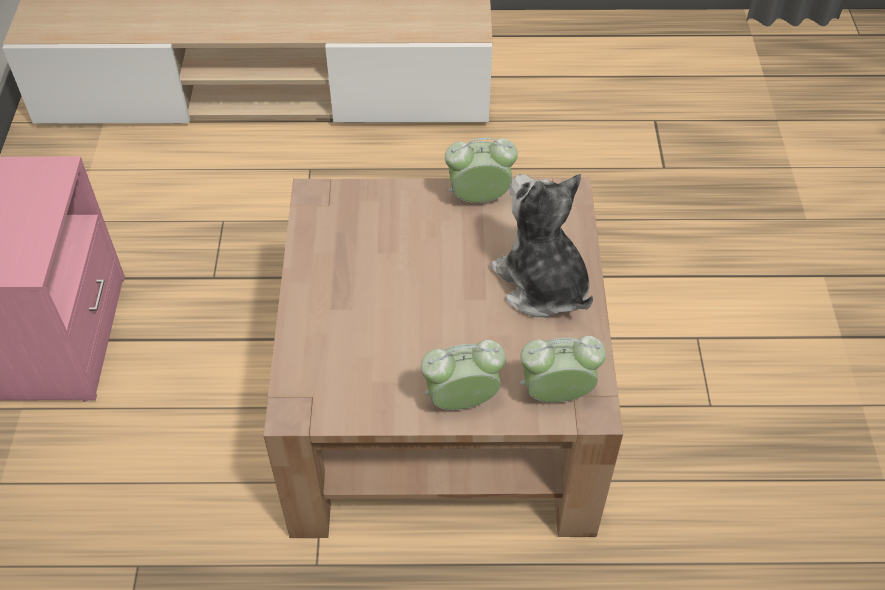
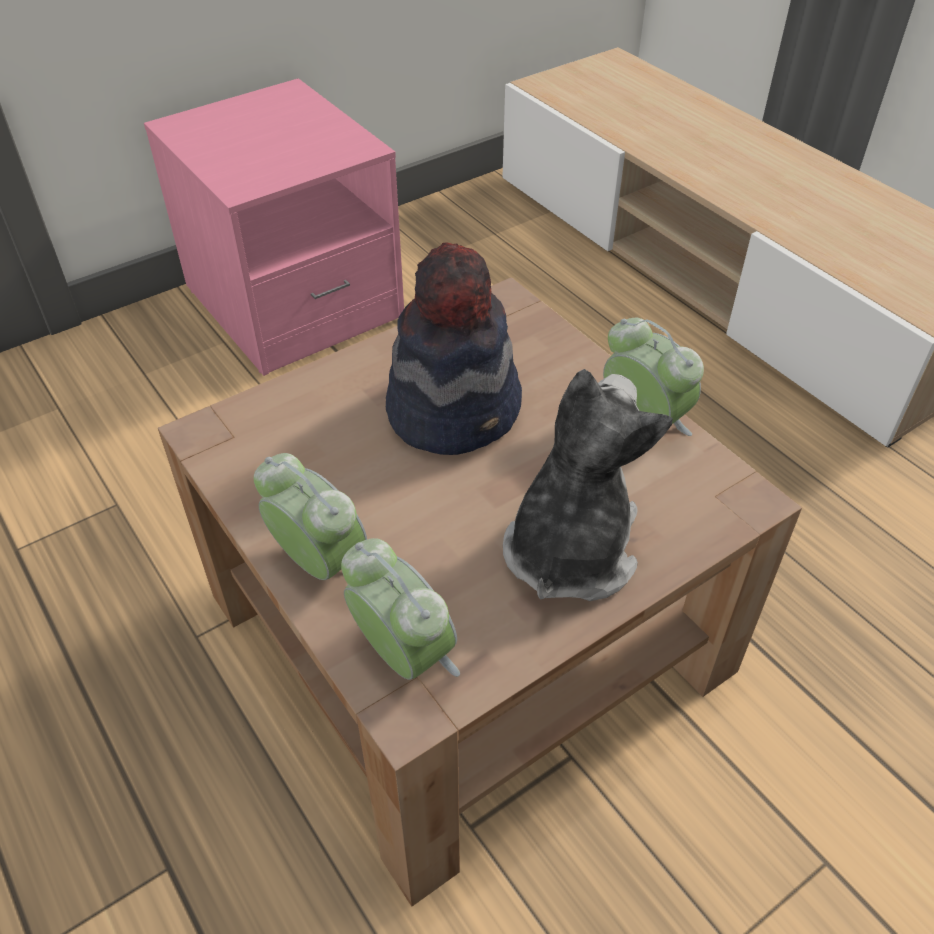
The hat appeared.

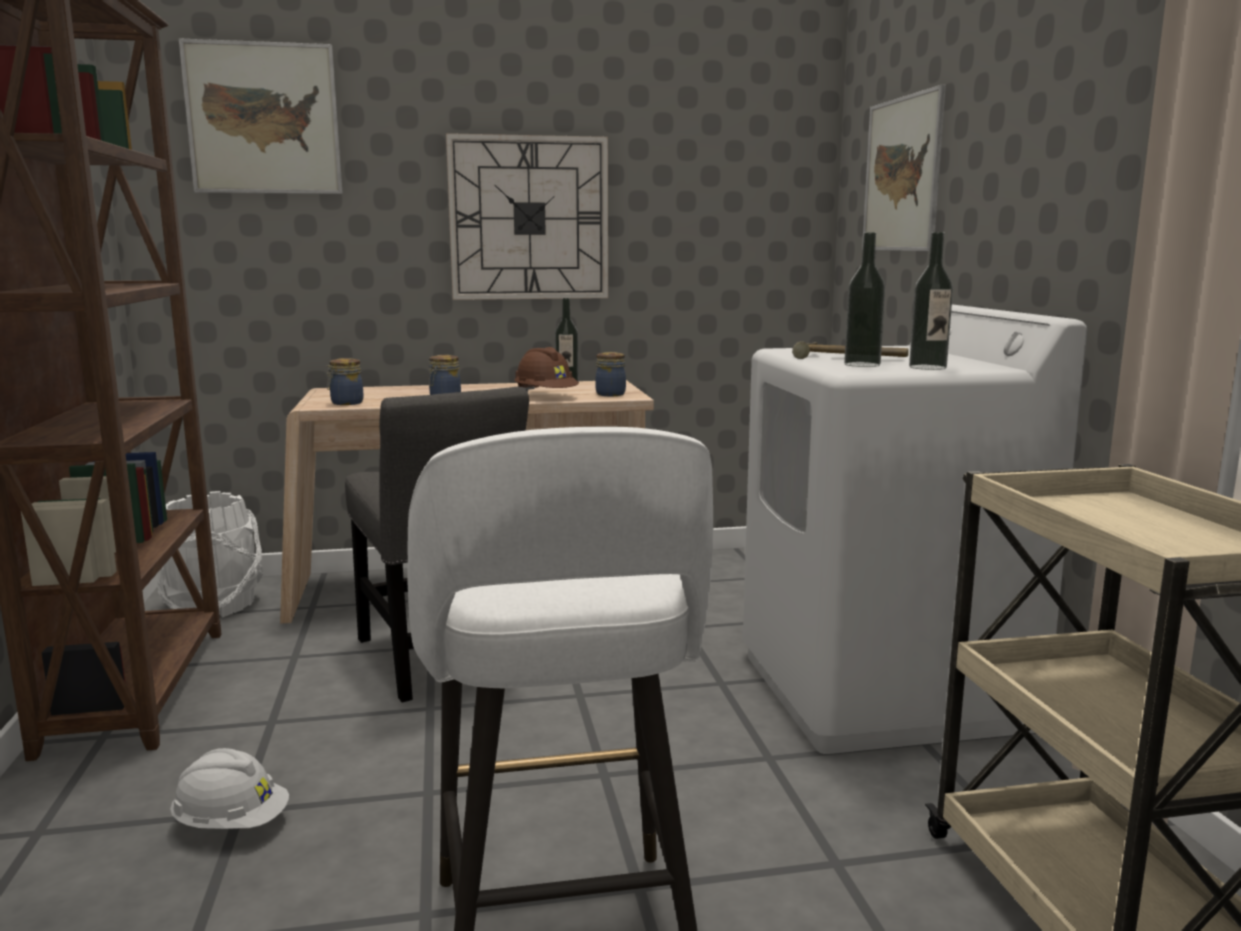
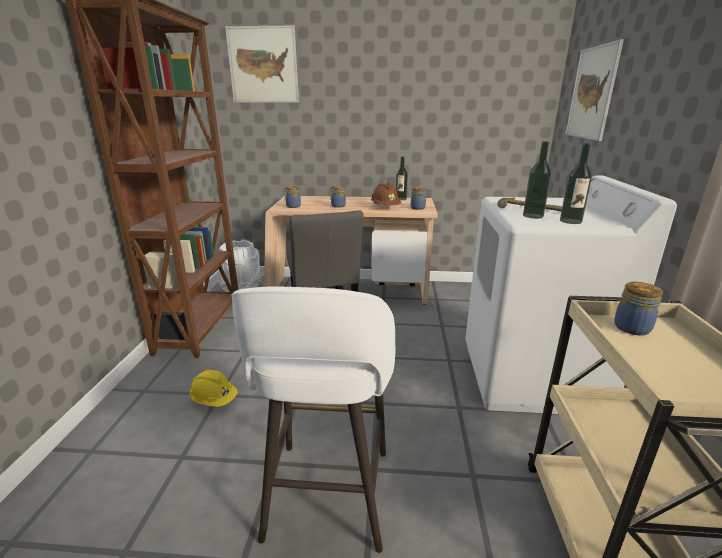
The white hard hat became the yellow hard hat.
The wall clock disappeared.
The jar (no. 4 from left) appeared.

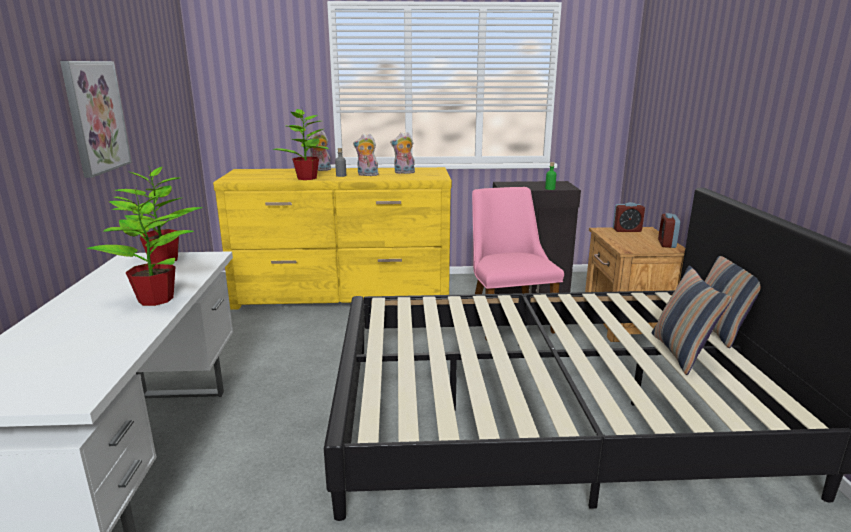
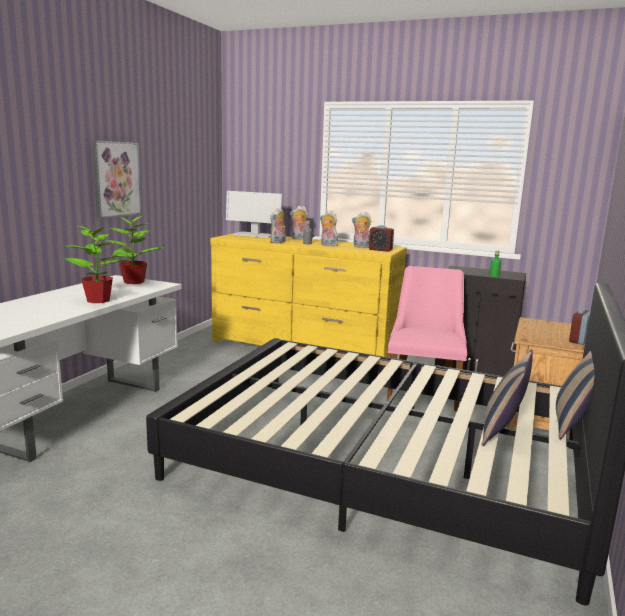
The potted plant (no. 3 from left) was replaced by the plush toy (no. 1 from left).
The alarm clock (no. 1 from left) moved.
The monitor appeared.

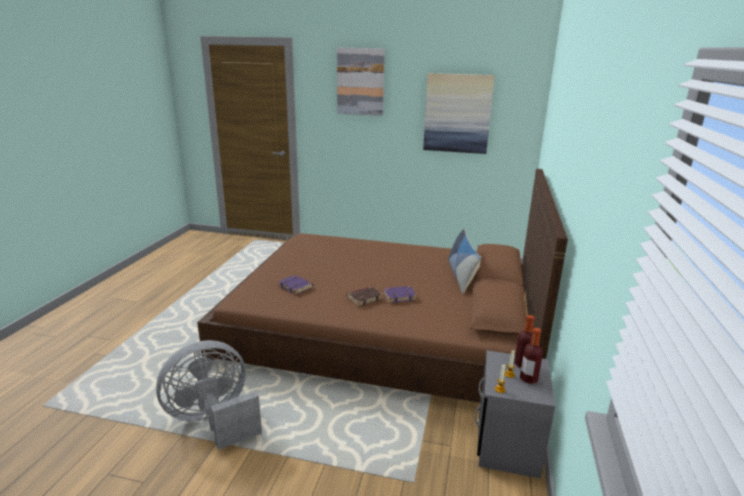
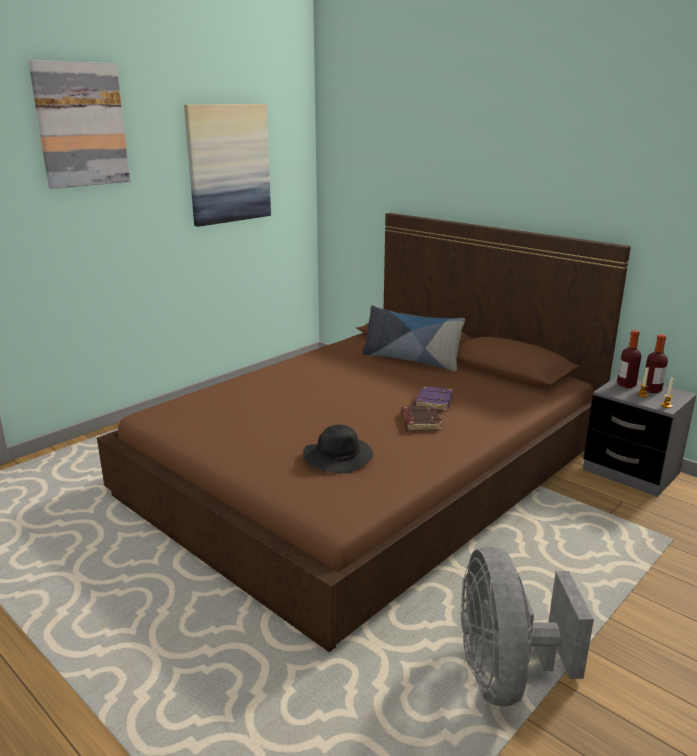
The purple book (no. 1 from left) was replaced by the black hat.

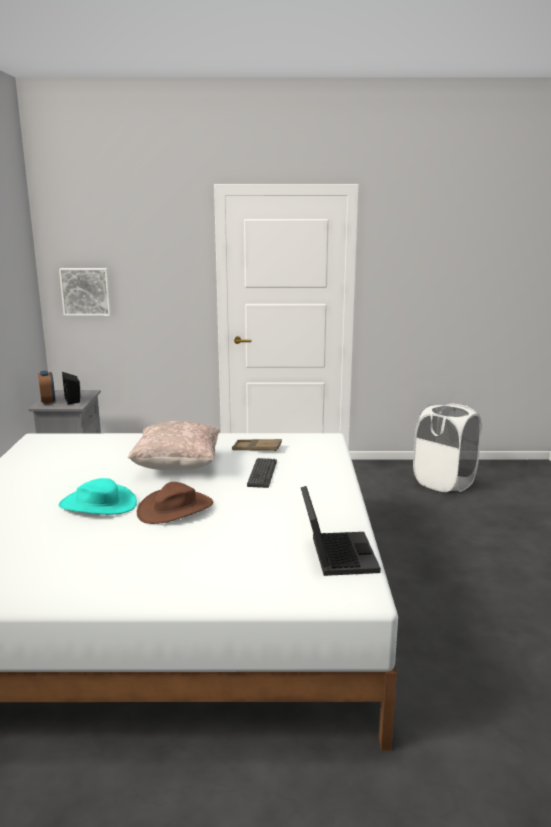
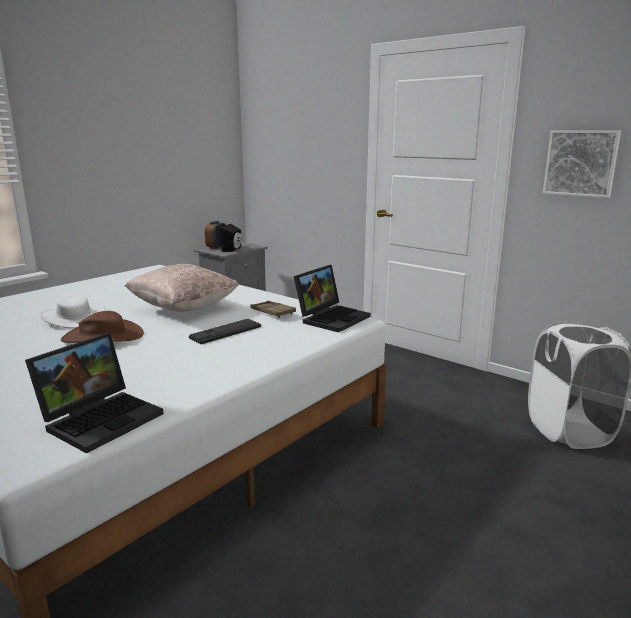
The picture moved.
The turquoise hat became the white hat.
The laptop (no. 2 from left) appeared.

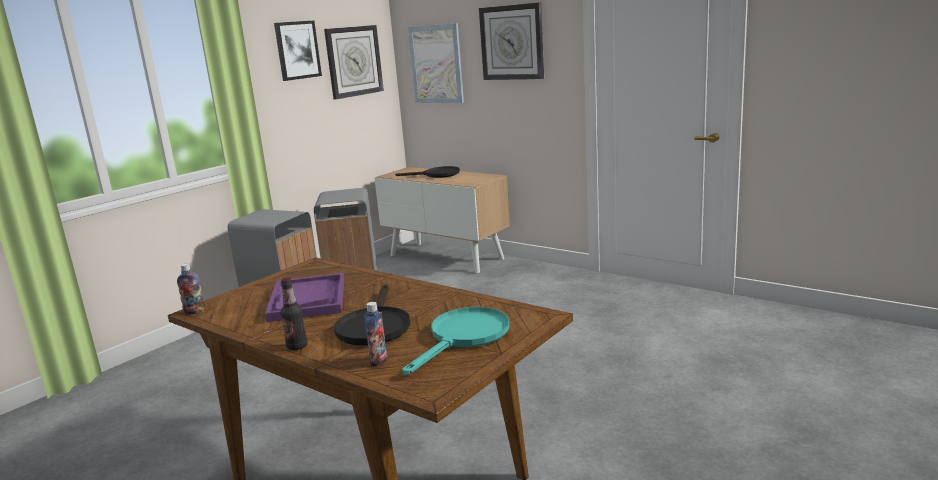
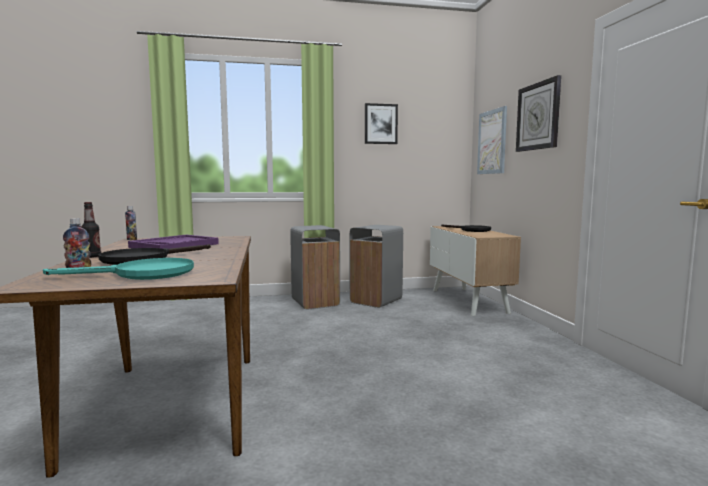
The wall clock (no. 1 from left) disappeared.

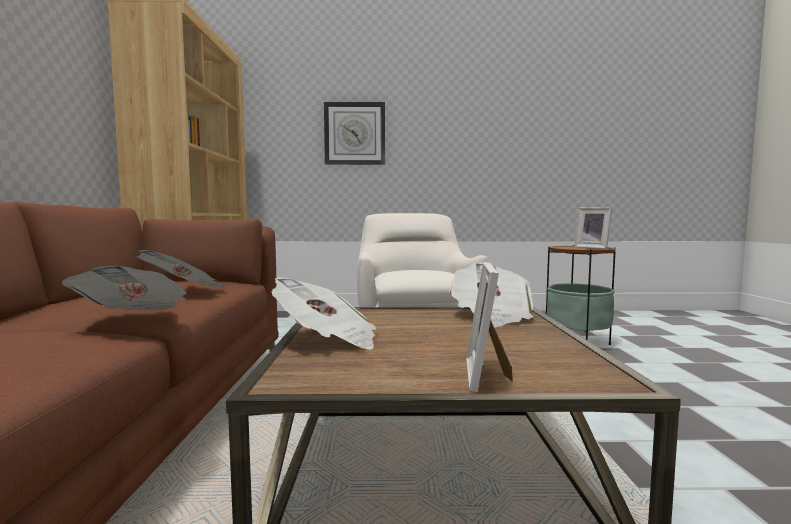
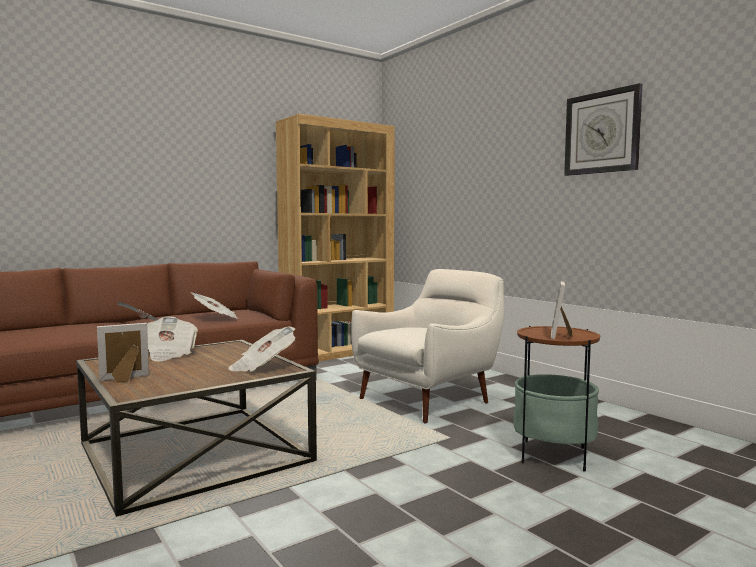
The wall clock moved.

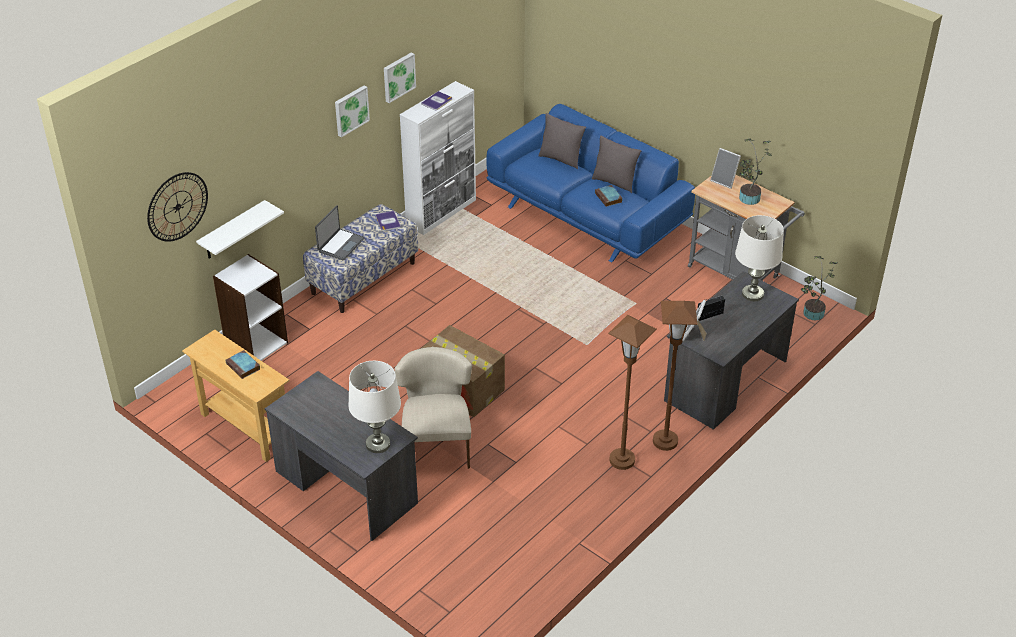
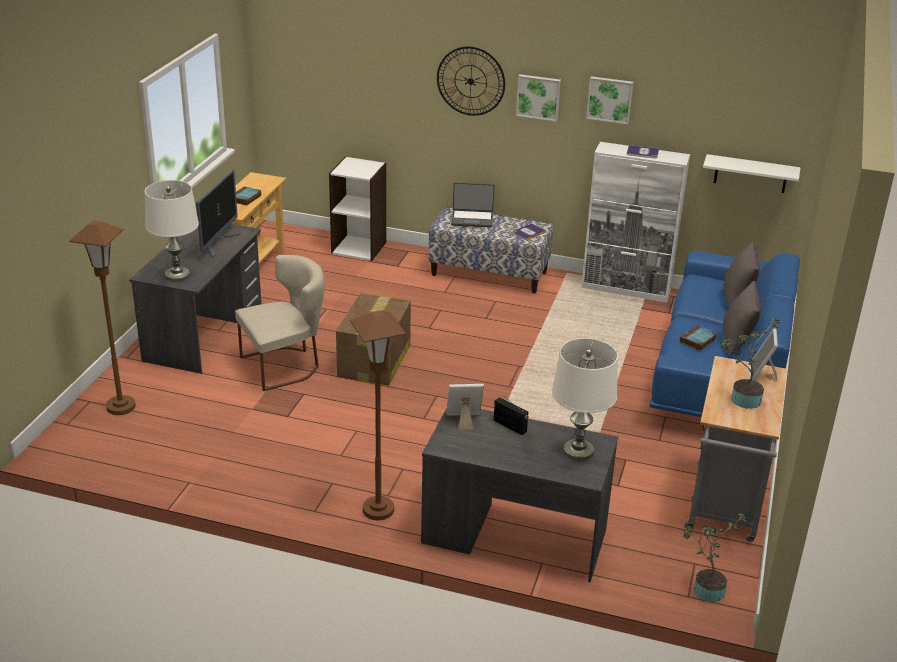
The wall clock moved.
The white shelf moved.
The brown floor lamp (no. 1 from left) moved.
The monitor appeared.

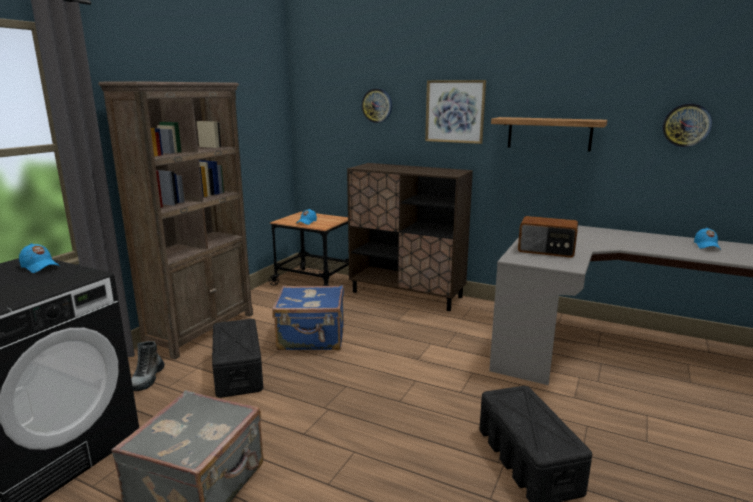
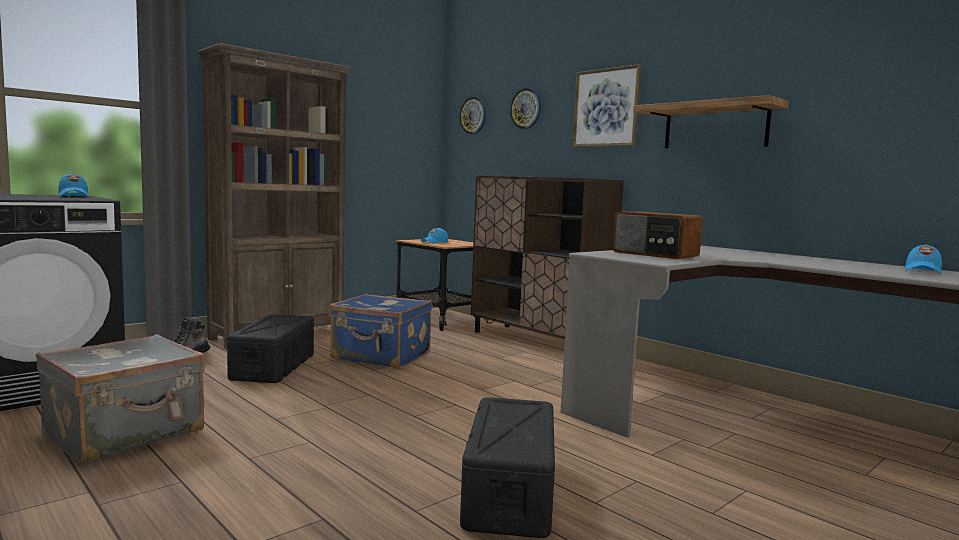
The wall clock (no. 2 from left in the first image) moved.

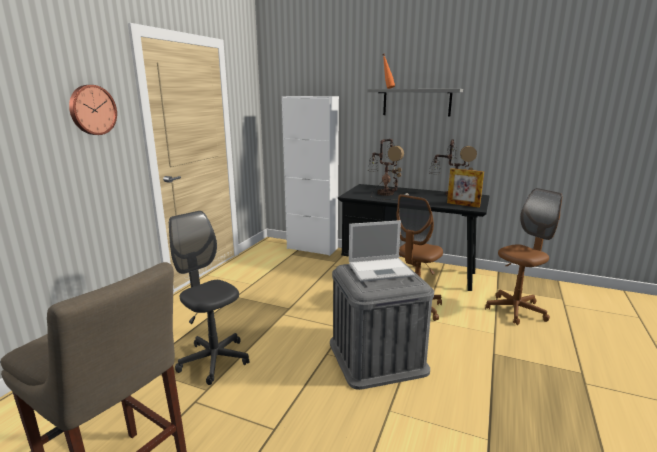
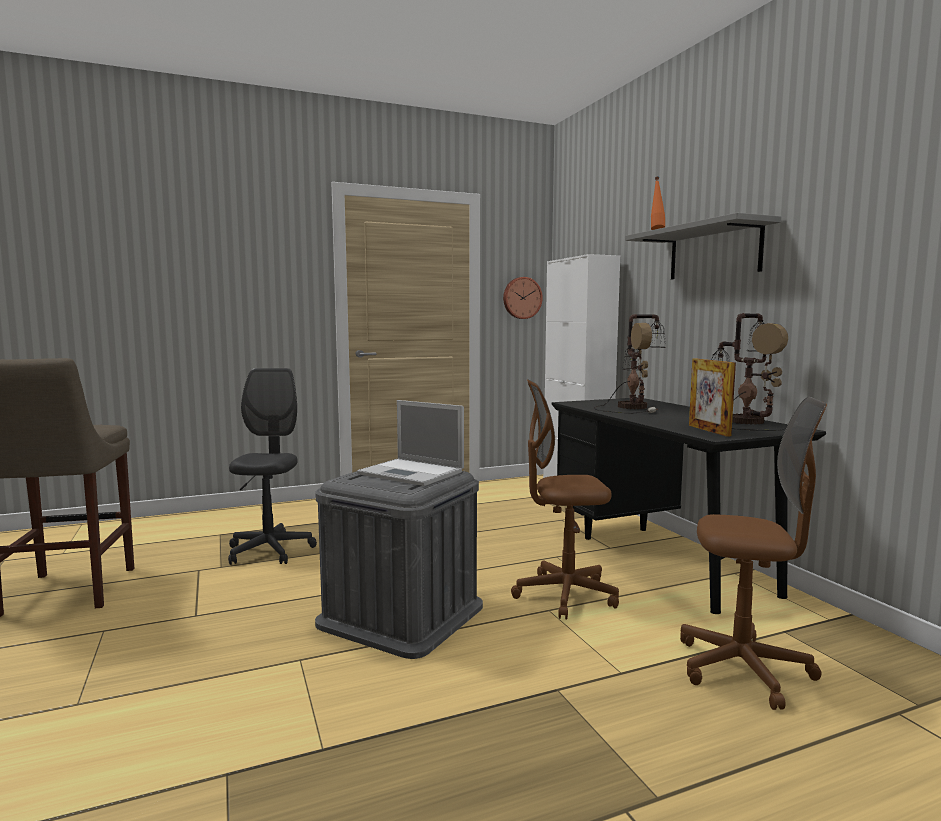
The wall clock moved.

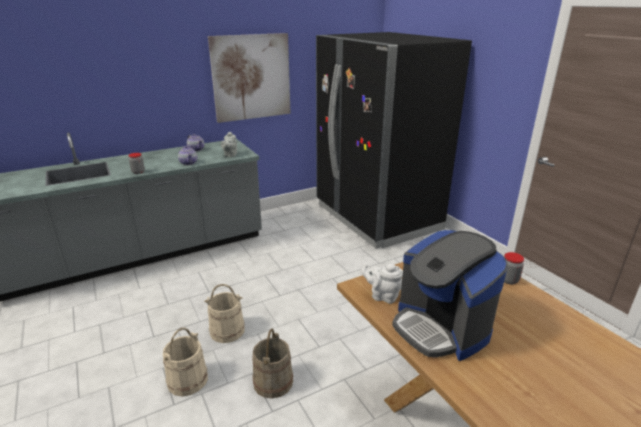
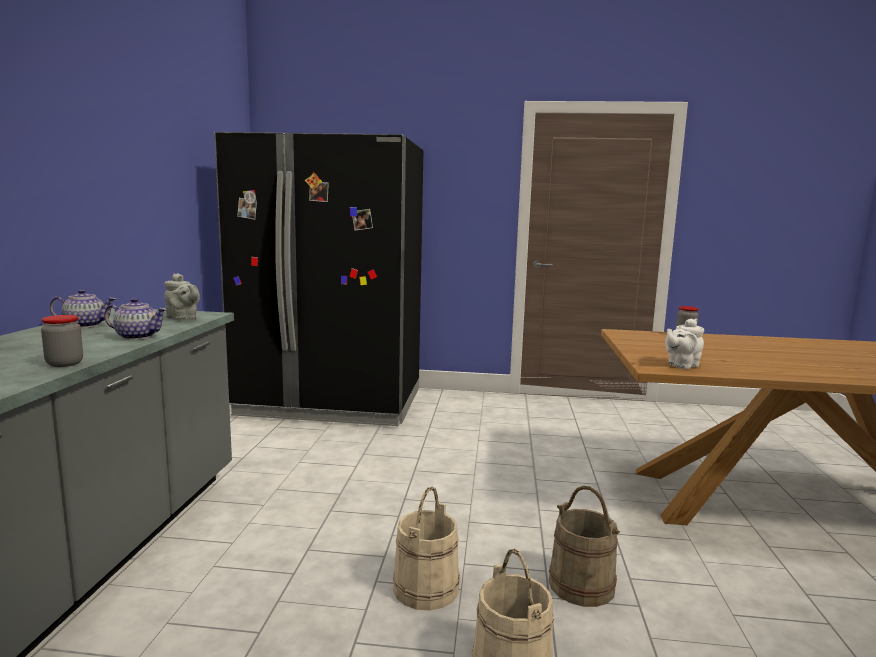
The picture disappeared.
The coffee machine disappeared.

